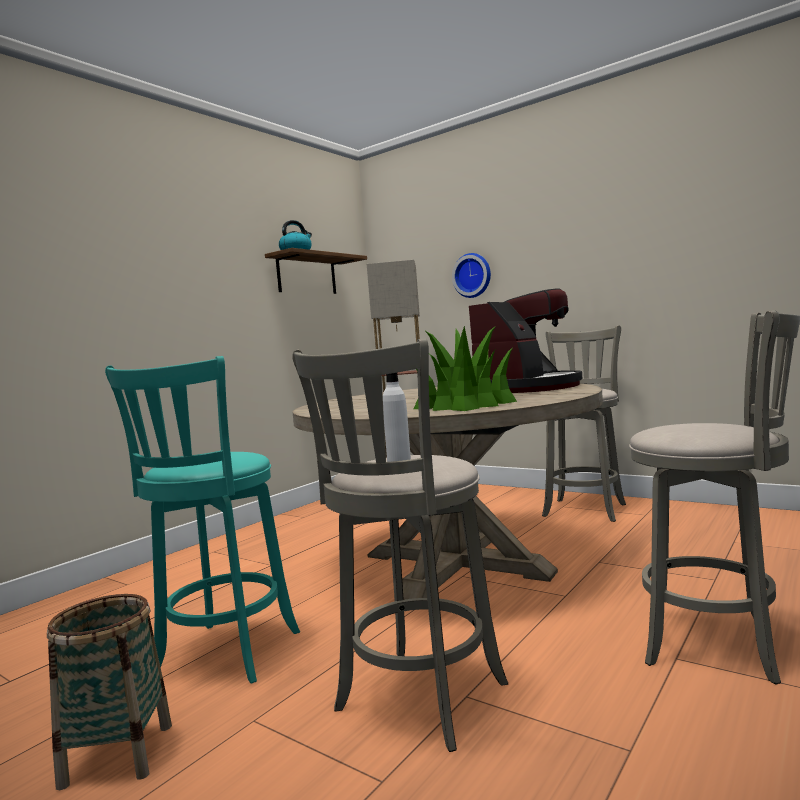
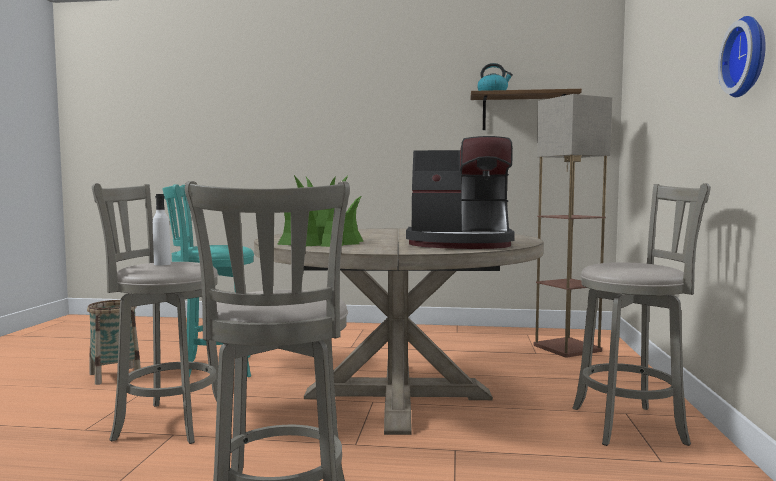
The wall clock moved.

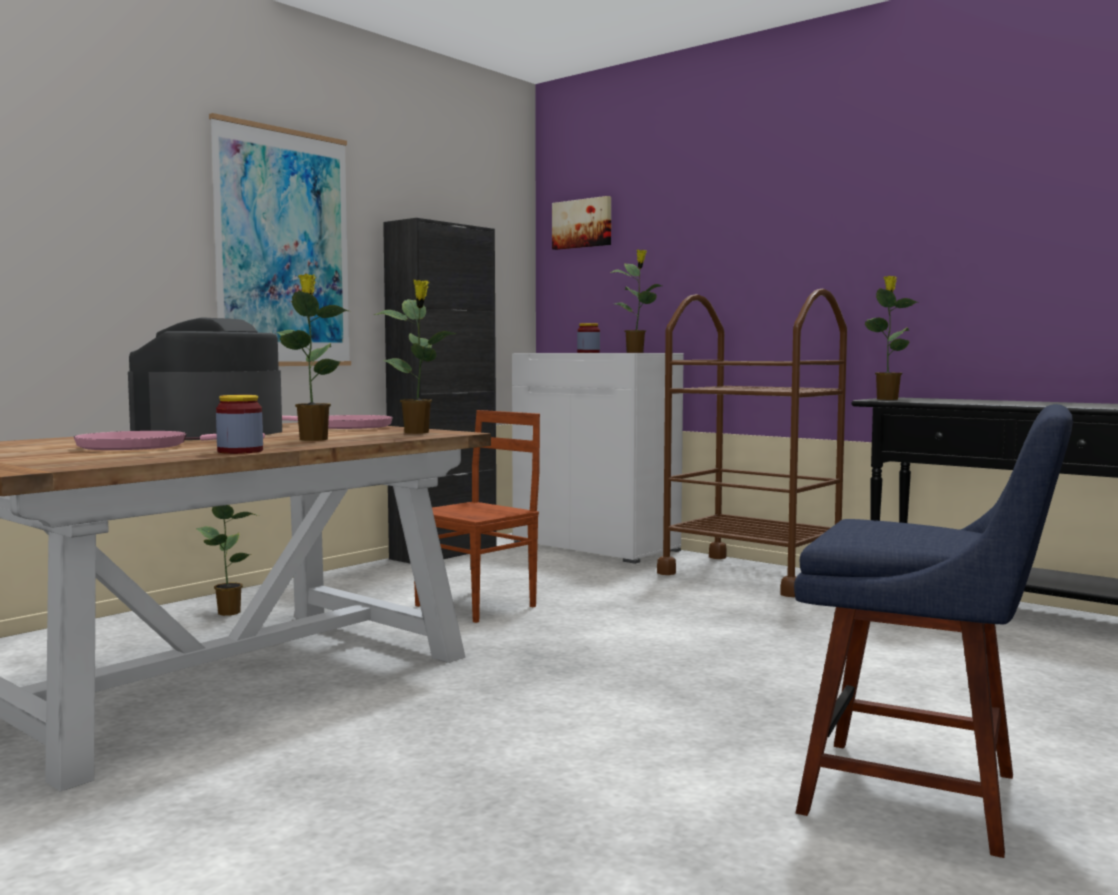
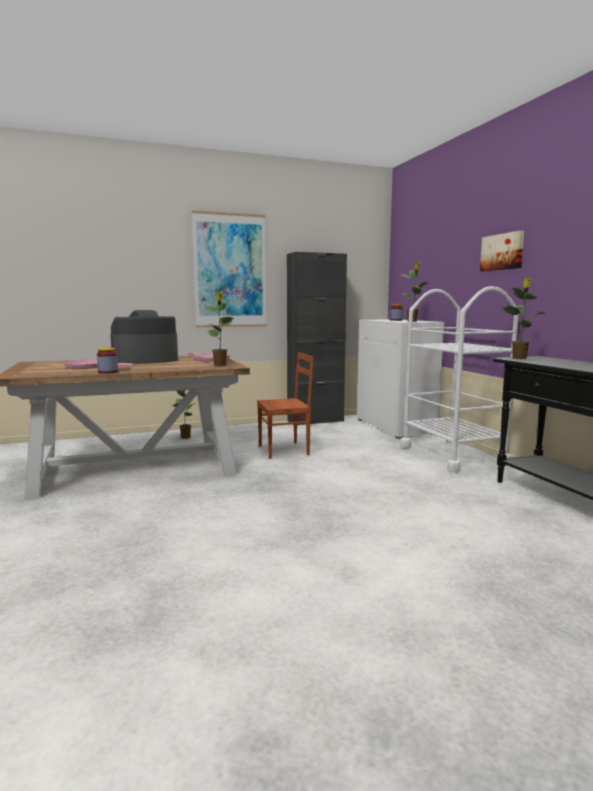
The potted plant (no. 2 from left) disappeared.
The picture (no. 2 from left) moved.
The brown cart became the white cart.
The blue chair disappeared.

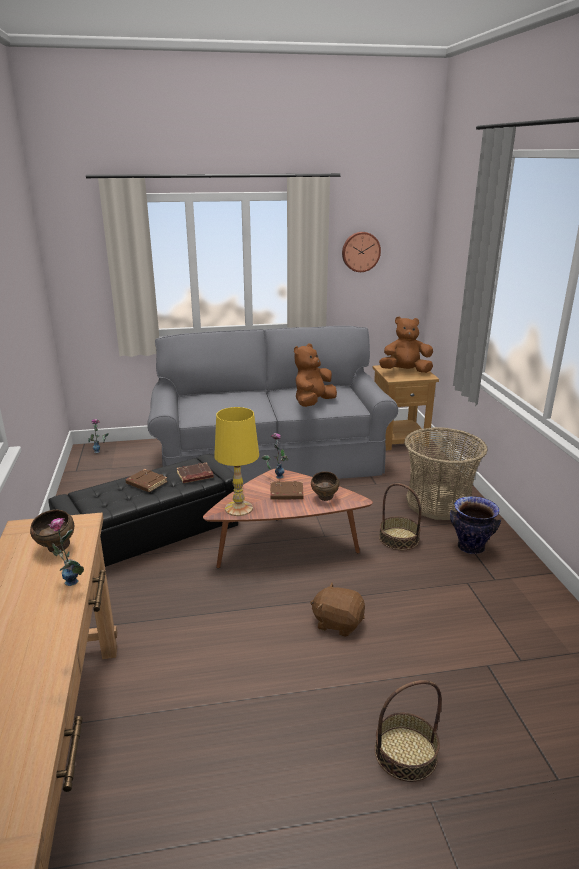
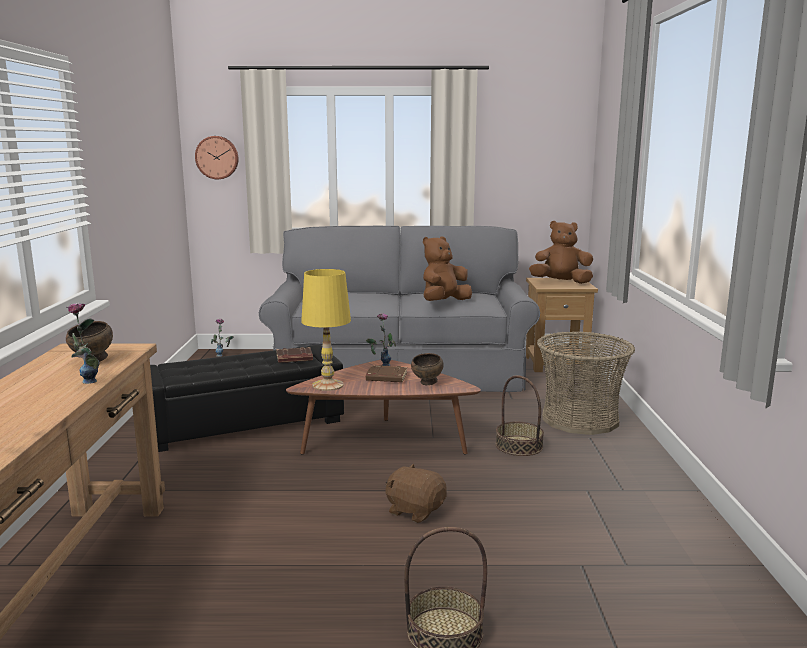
The brown book (no. 1 from left) disappeared.
The wall clock moved.
The vase (no. 4 from left) disappeared.

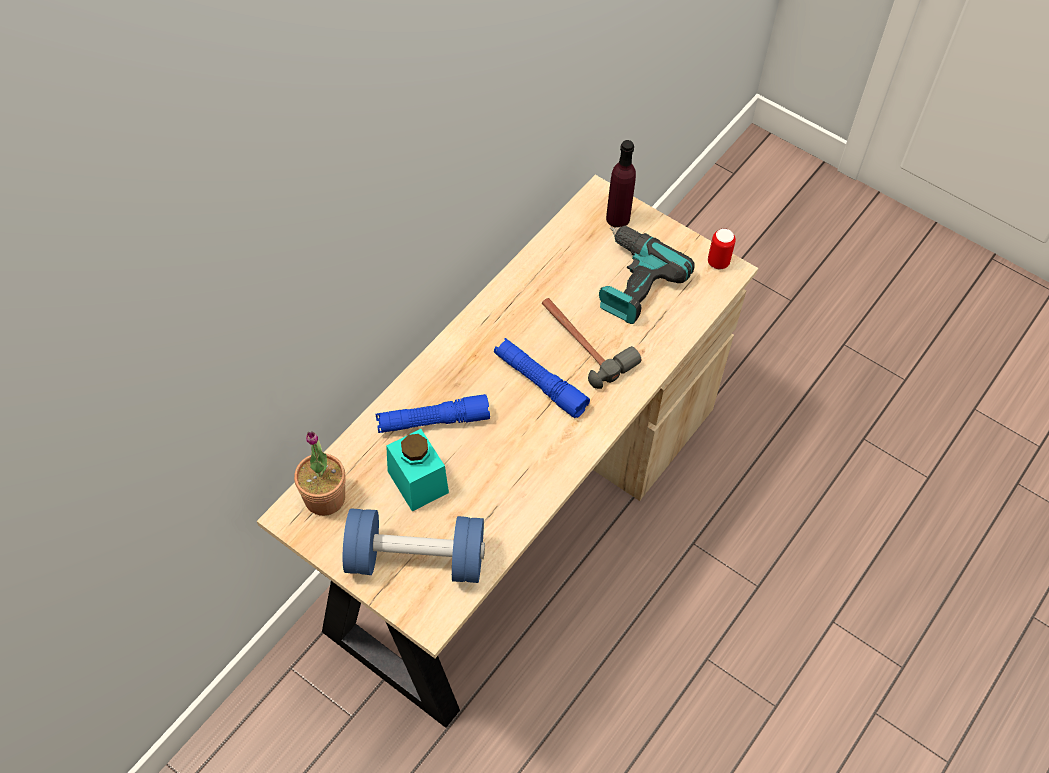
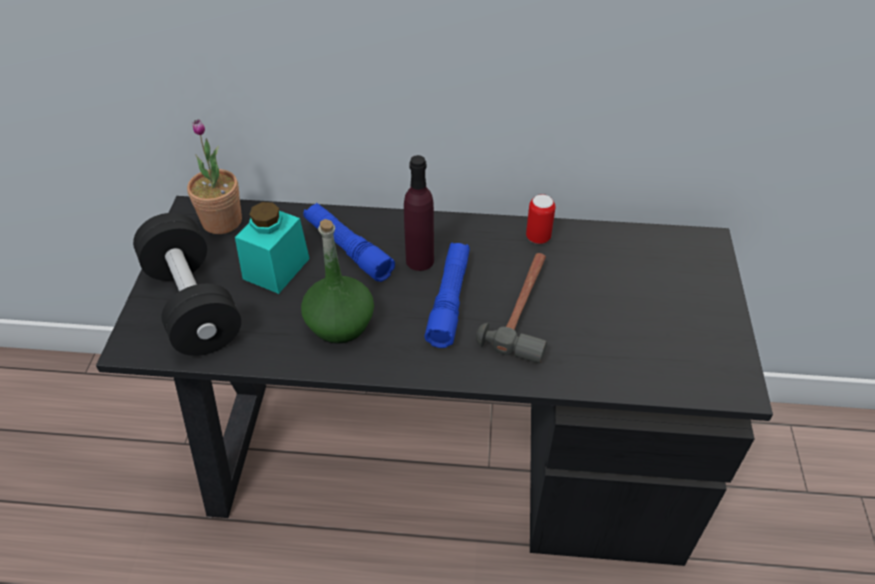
The beige desk became the black desk.
The blue dumbbell became the black dumbbell.
The power drill disappeared.
The purple bottle moved.
The can moved.
The green bottle appeared.

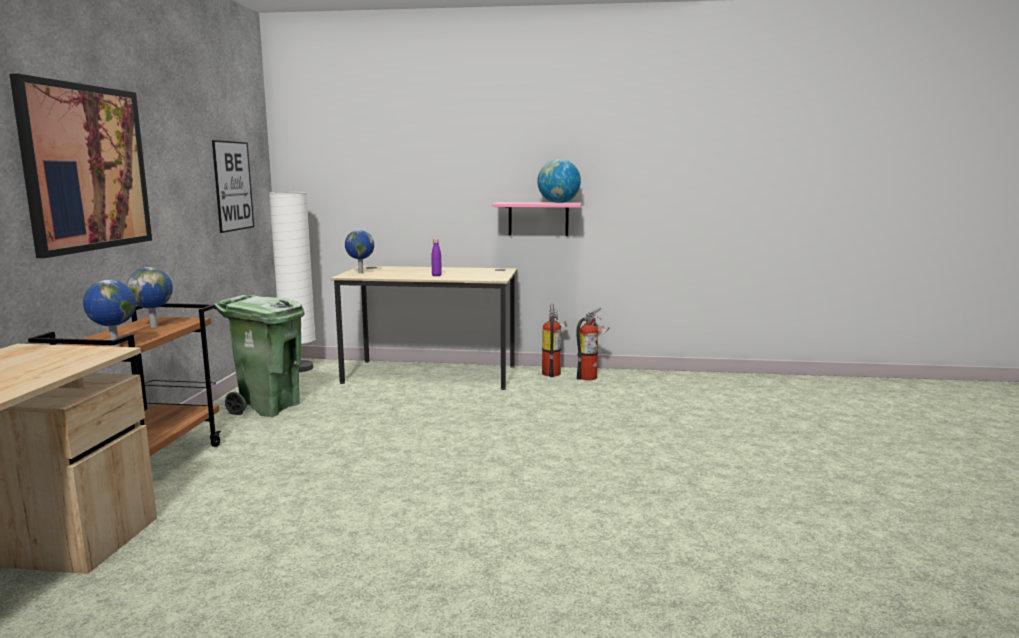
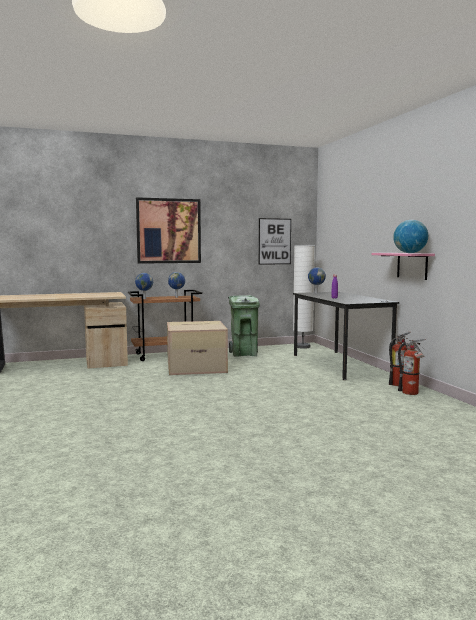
The beige desk (no. 2 from left) became the black desk.
The cardboard box appeared.

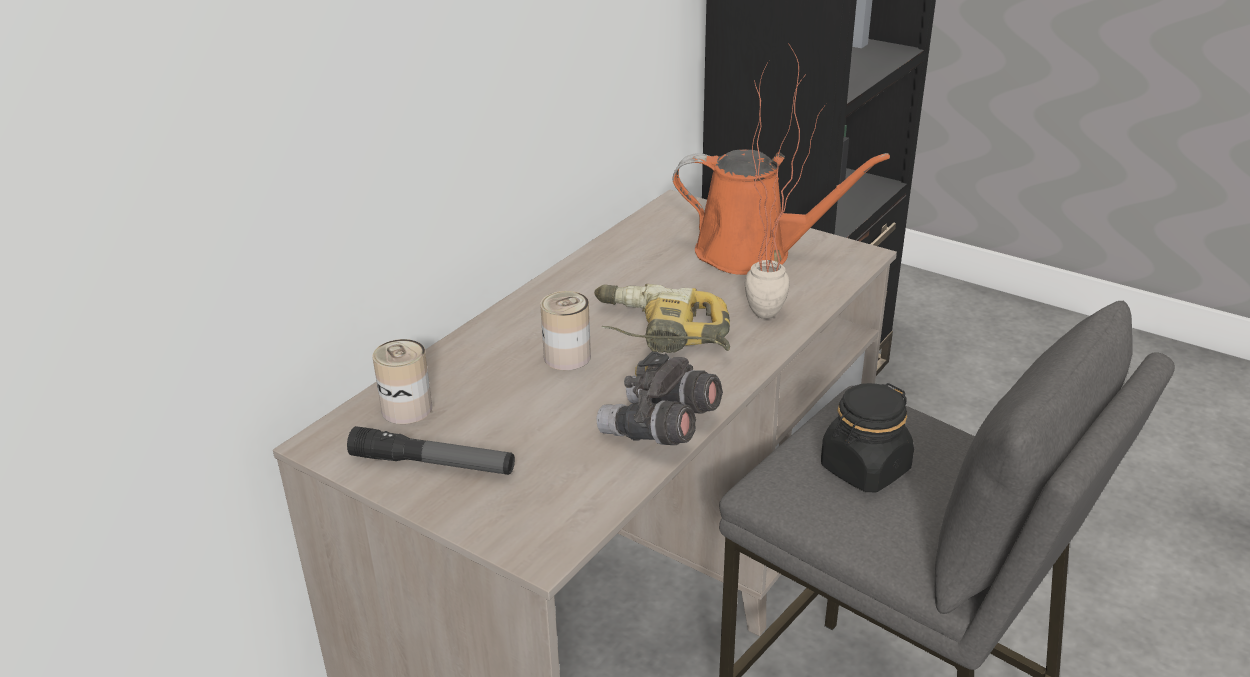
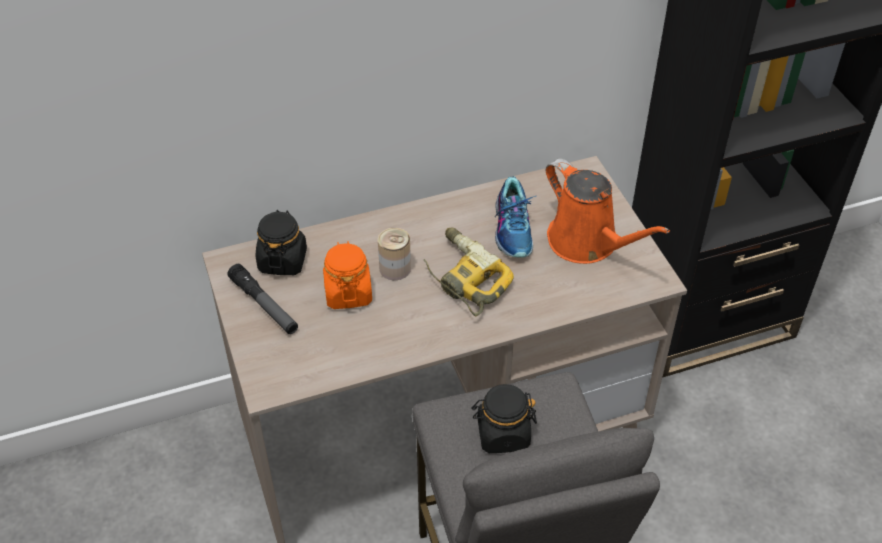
The can (no. 1 from left) was replaced by the black jar (no. 1 from left).
The grey binoculars disappeared.
The potted plant disappeared.
The orange jar appeared.
The shoe appeared.

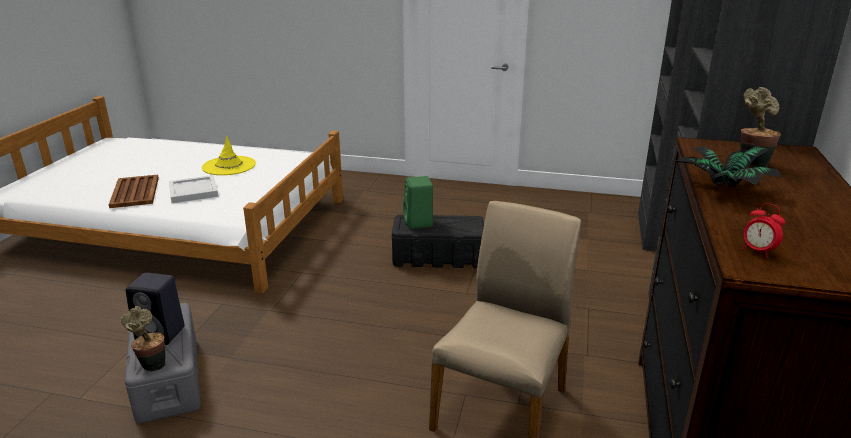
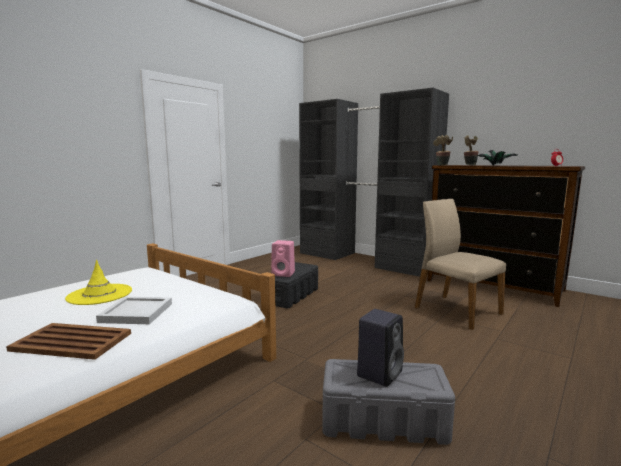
The potted plant (no. 1 from left) moved.
The green speaker became the pink speaker.

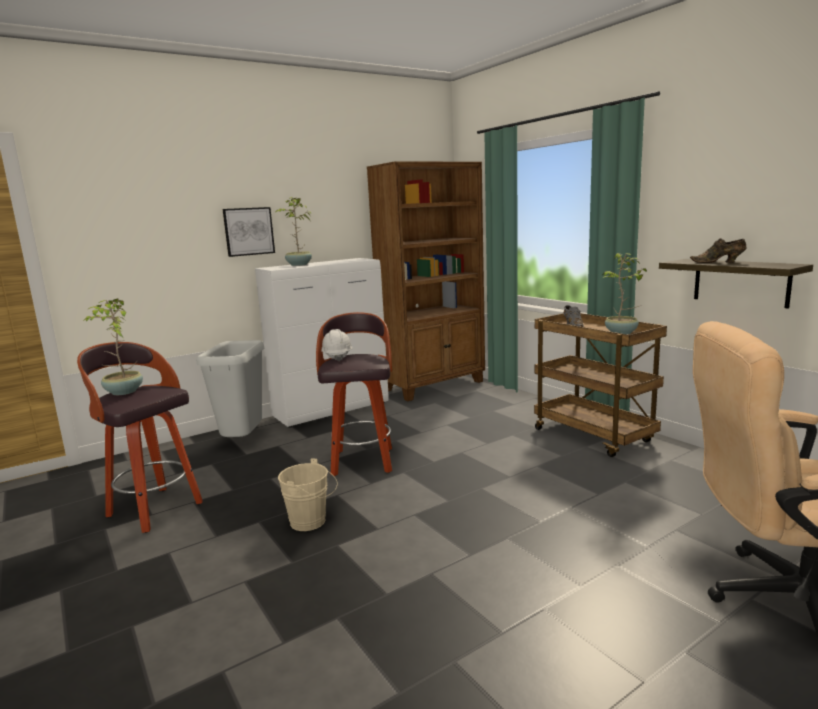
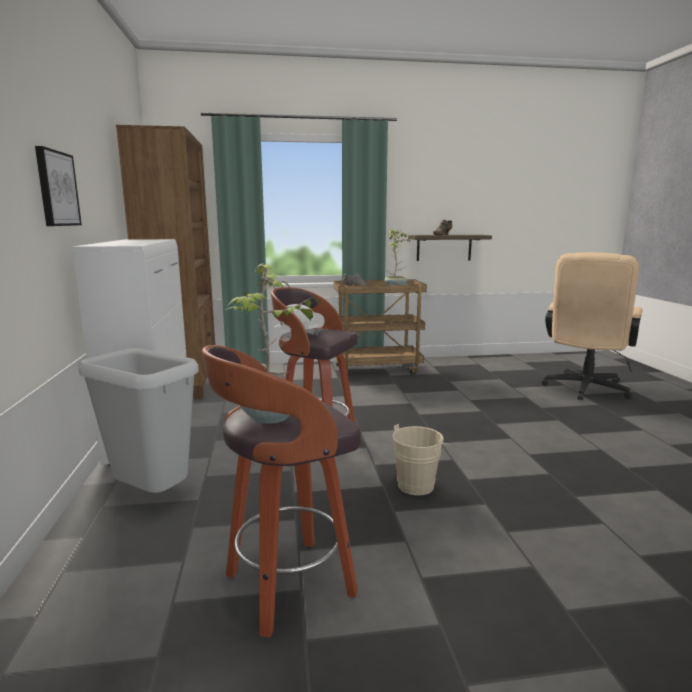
The potted plant (no. 2 from left) disappeared.

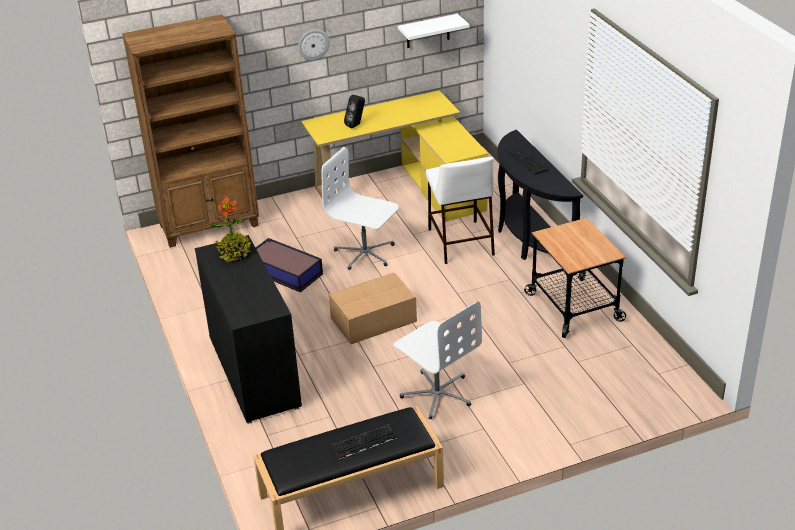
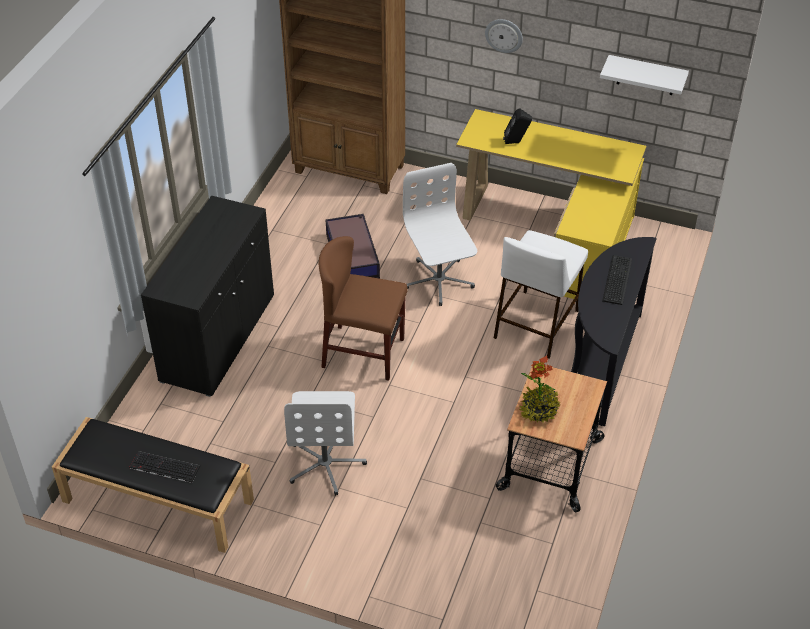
The potted plant moved.
The cardboard box was replaced by the brown chair.

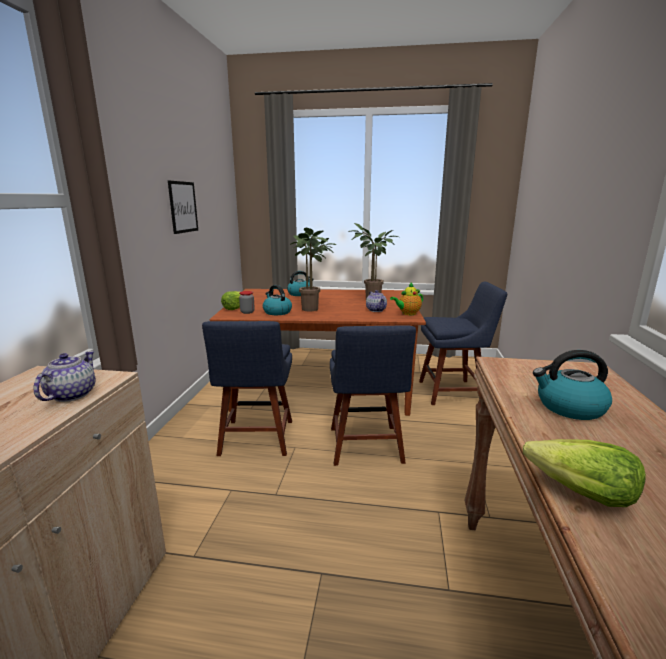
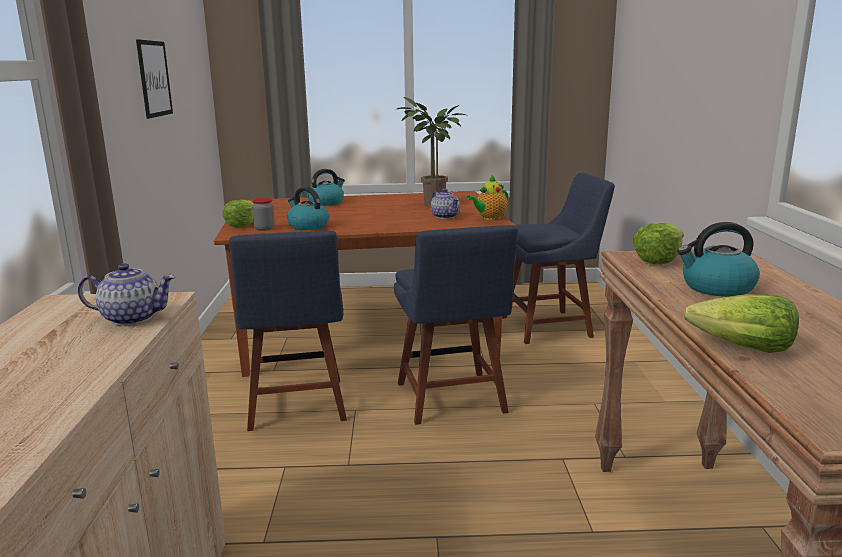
The teapot (no. 1 from left) turned 90 degrees clockwise.
The potted plant (no. 1 from left) disappeared.
The lettuce (no. 2 from left) appeared.

